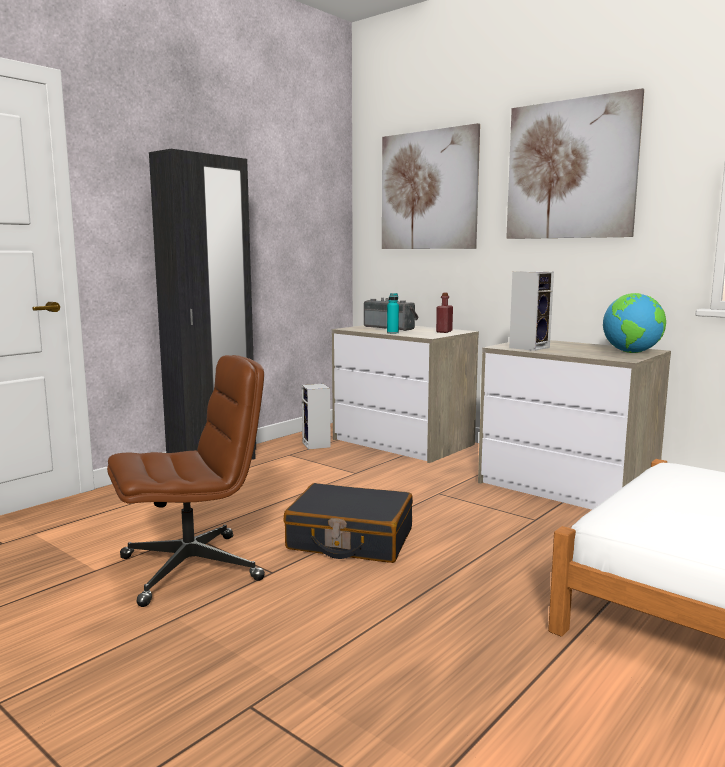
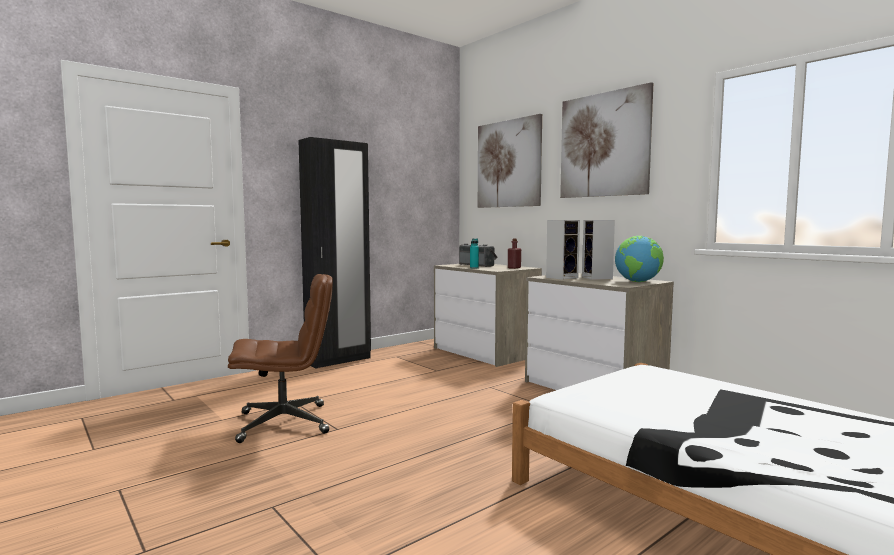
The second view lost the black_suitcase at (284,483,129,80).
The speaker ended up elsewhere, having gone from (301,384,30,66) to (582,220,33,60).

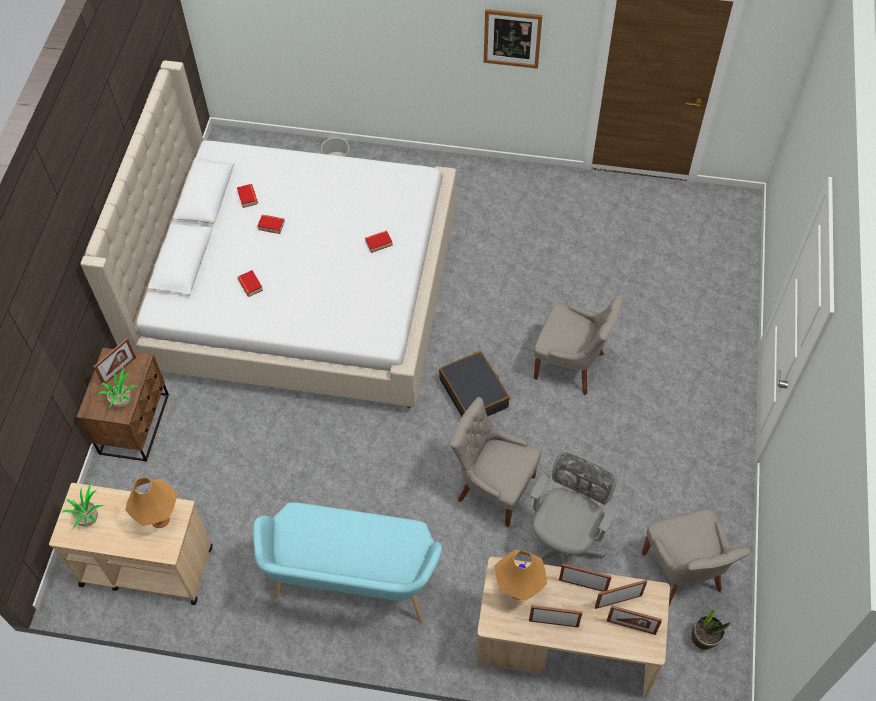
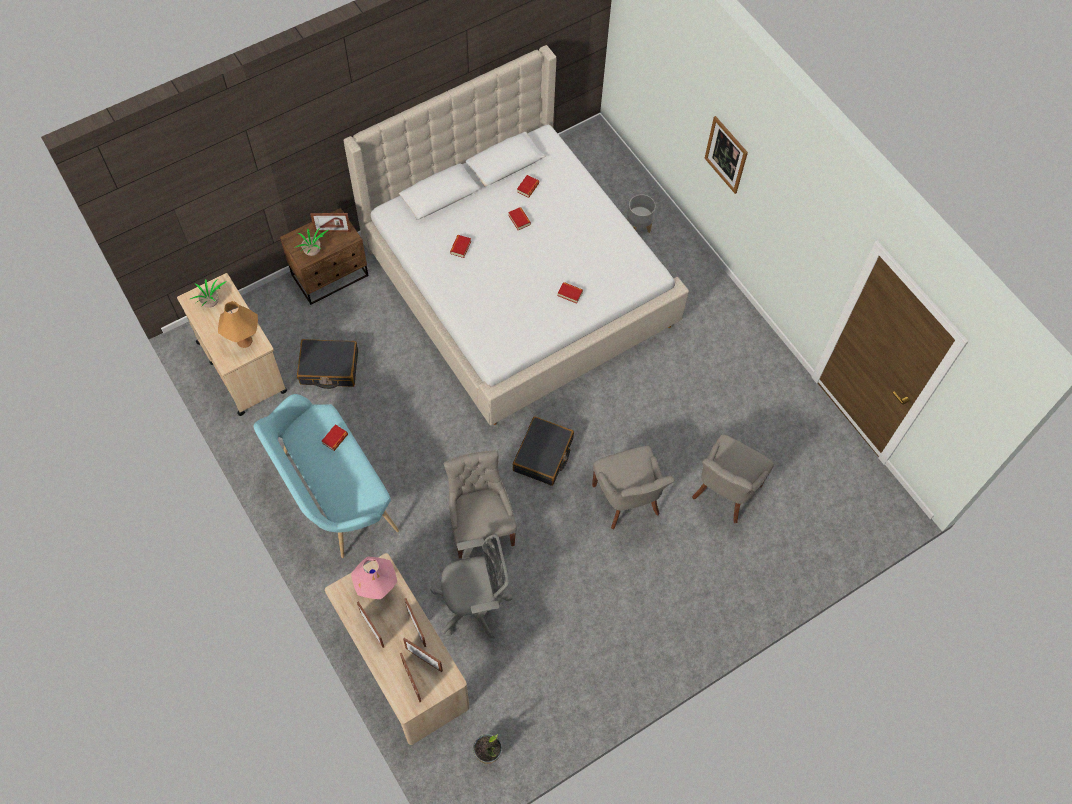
The picture ended up elsewhere, having gone from (484,9,58,60) to (705,116,43,78).
What was the orange_table_lamp at (495,549,52,51) turned into the pink_table_lamp at (351,557,46,42).
The grey_chair ended up elsewhere, having gone from (642,509,110,96) to (692,435,82,88).
The second view gained the black_suitcase at (297,339,61,50).
The second view gained the book at (322,424,26,27).

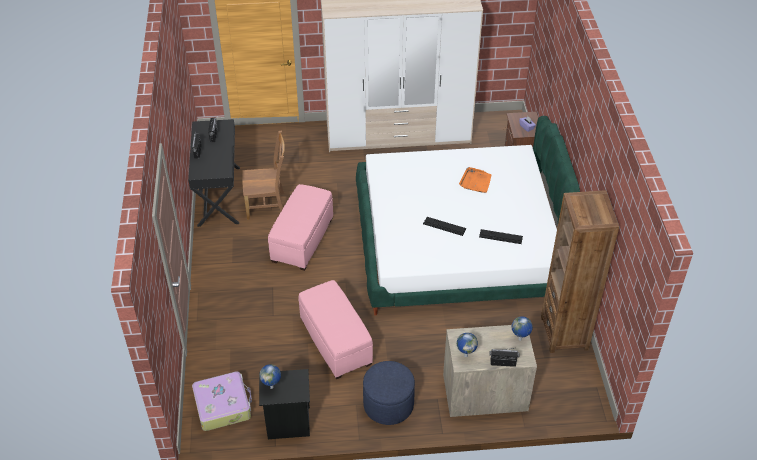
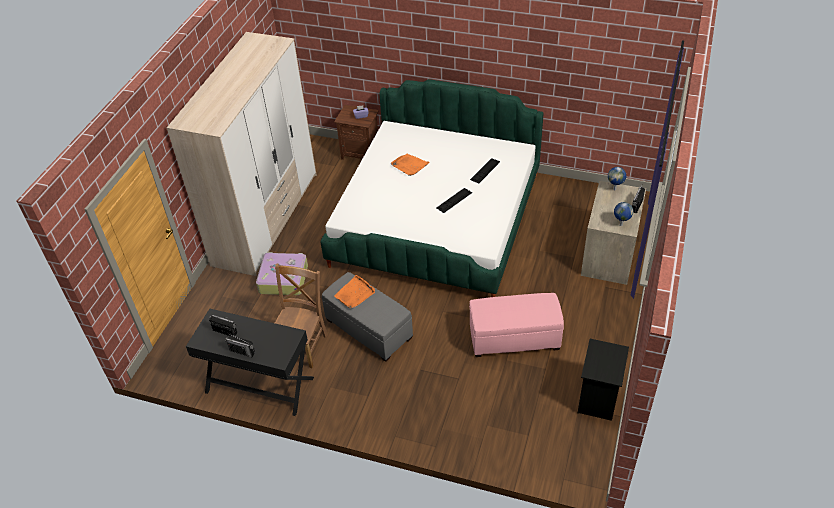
The suitcase ended up elsewhere, having gone from (192,371,60,60) to (256,252,52,43).
The second view lost the globe at (259,364,22,25).
What was the pink_ottoman at (268,184,65,87) turned into the grey_ottoman at (322,272,91,90).
The second view lost the blue_ottoman at (363,361,52,64).
The second view lost the brown_bookcase at (541,190,78,163).
The second view gained the orange_tray at (334,275,41,34).

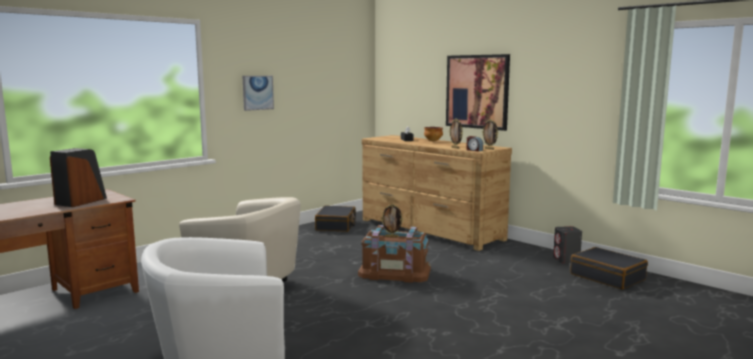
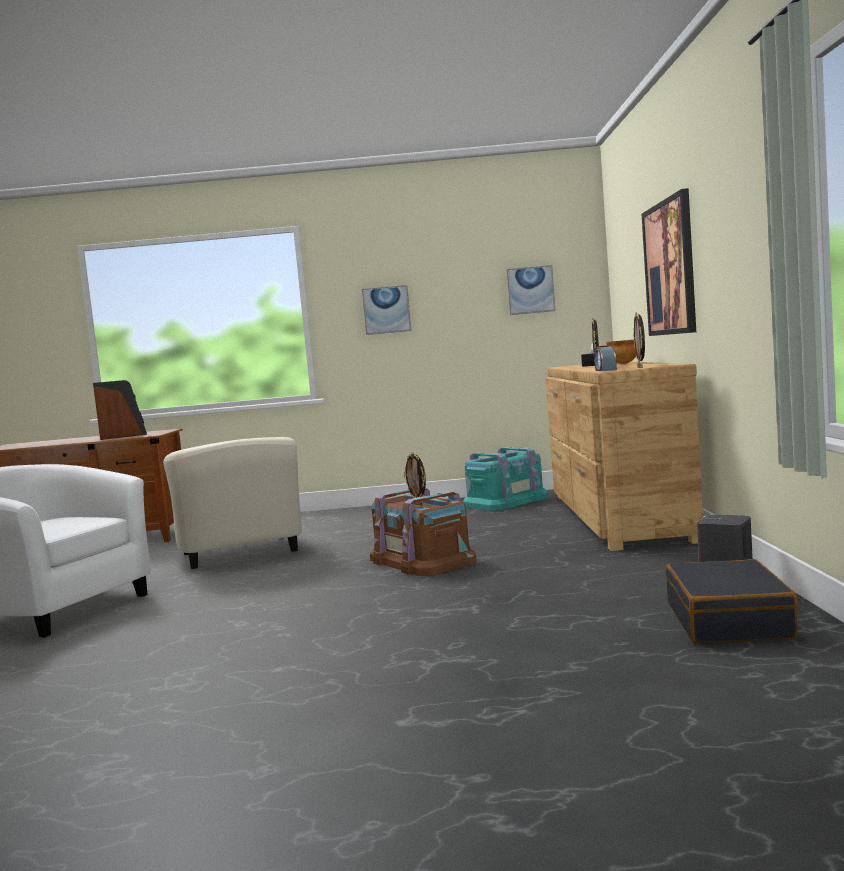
Where the black_suitcase stood at (315,205,41,27), the turquoise_storage_box came to stand at (463,447,85,64).
The second view gained the picture at (506,265,49,50).

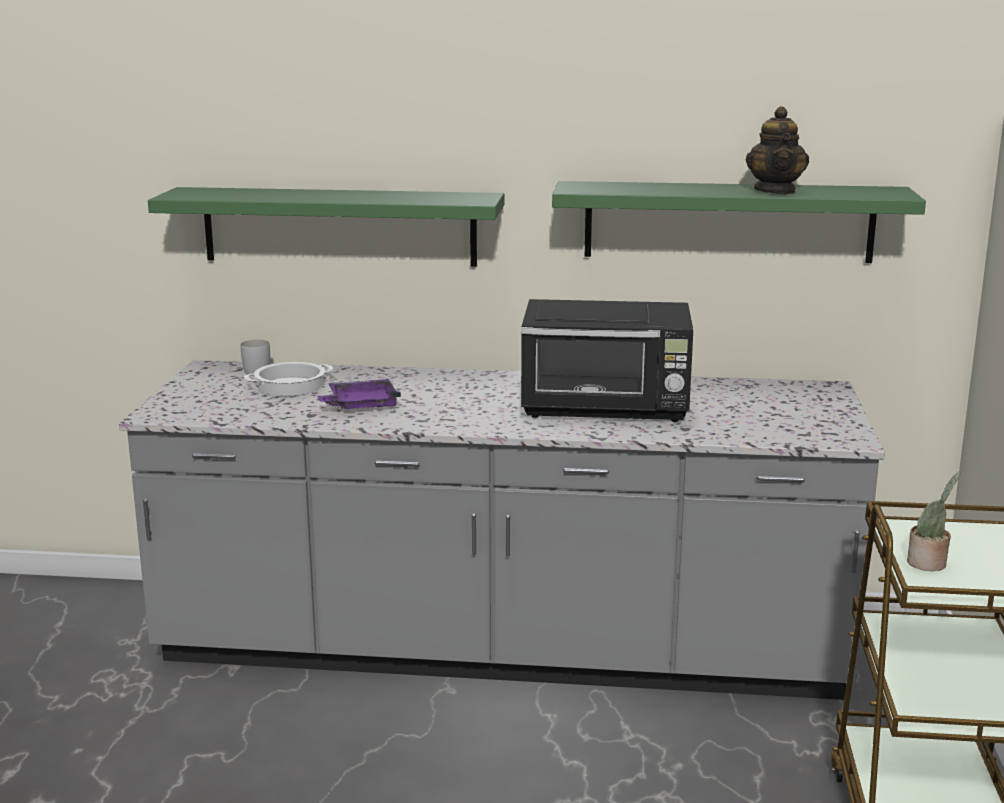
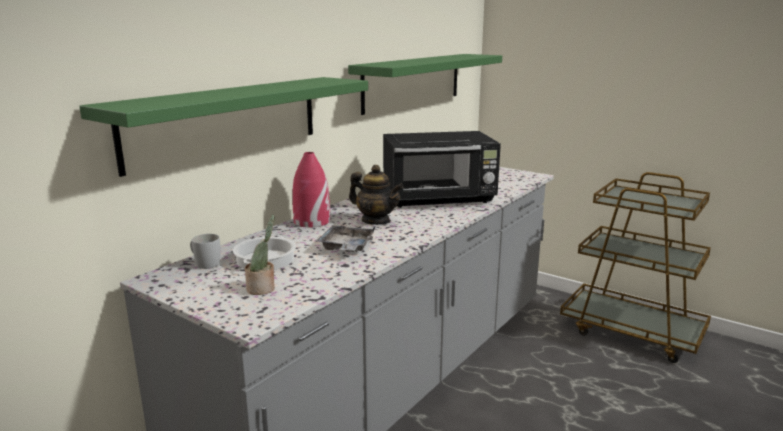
What was the purple_tray at (317,379,84,30) turned into the grey_tray at (317,225,58,27).
The black_microwave at (521,299,172,123) ended up facing another way, 45 degrees clockwise from before.
The teapot ended up elsewhere, having gone from (746,106,63,88) to (349,165,54,60).
The potted_plant ended up elsewhere, having gone from (907,472,53,99) to (245,215,30,80).
The second view gained the red_vase at (292,152,38,75).

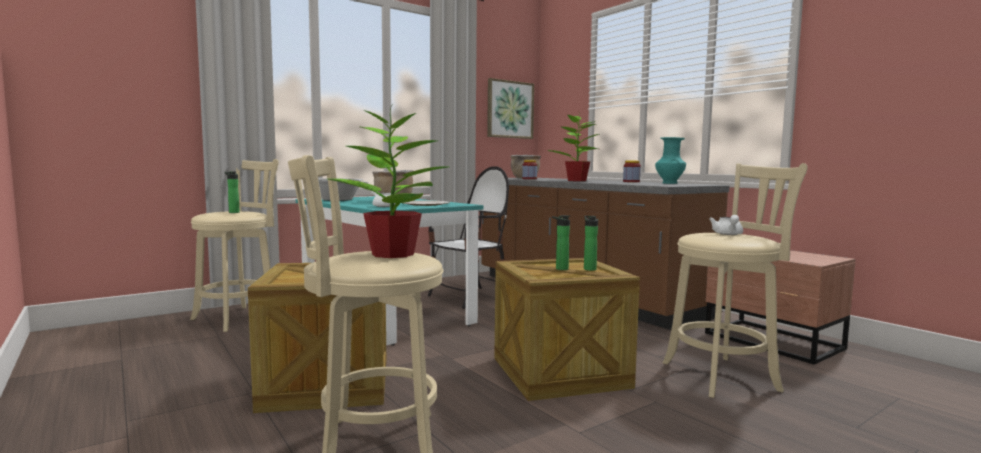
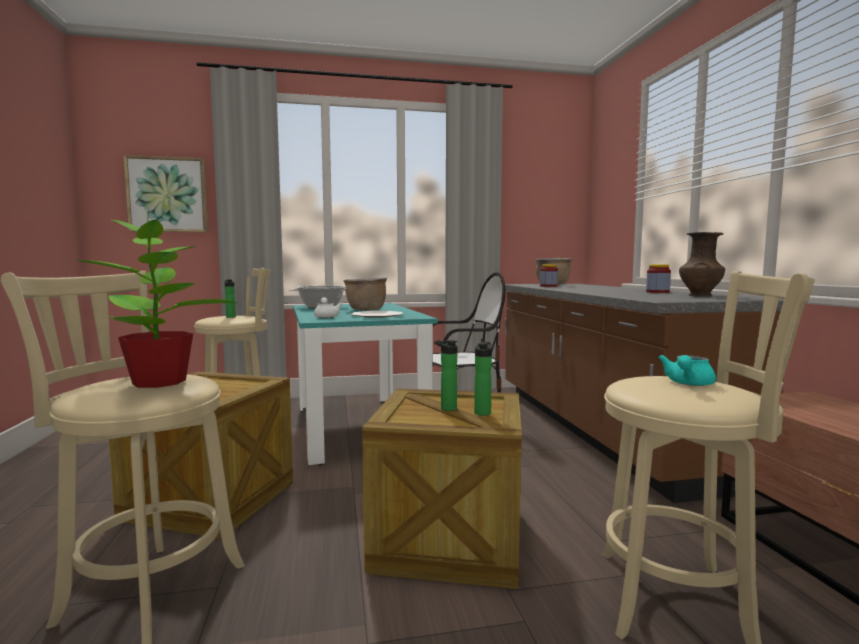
The picture ended up elsewhere, having gone from (487,78,47,61) to (123,155,85,77).
The second view lost the potted_plant at (547,115,53,66).
What was the turquoise_vase at (655,137,31,47) turned into the brown_vase at (679,232,46,65).
What was the white_teapot at (709,215,34,20) turned into the turquoise_teapot at (658,355,58,31).

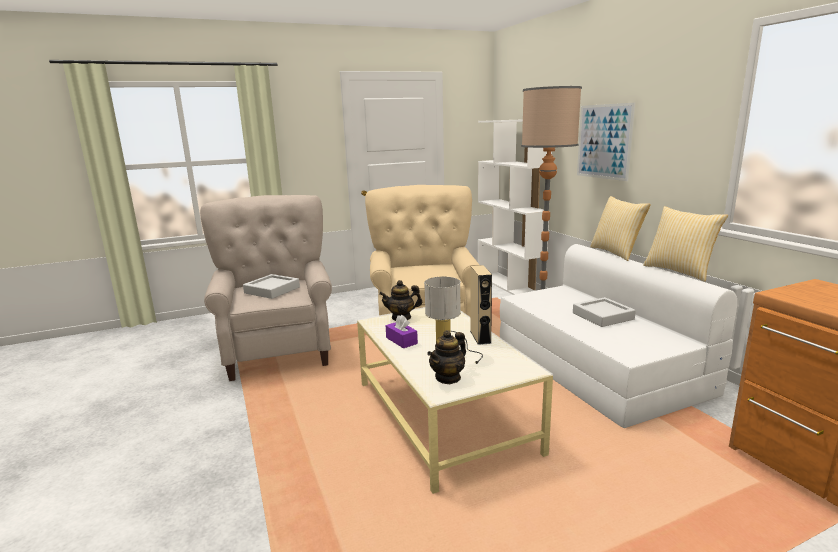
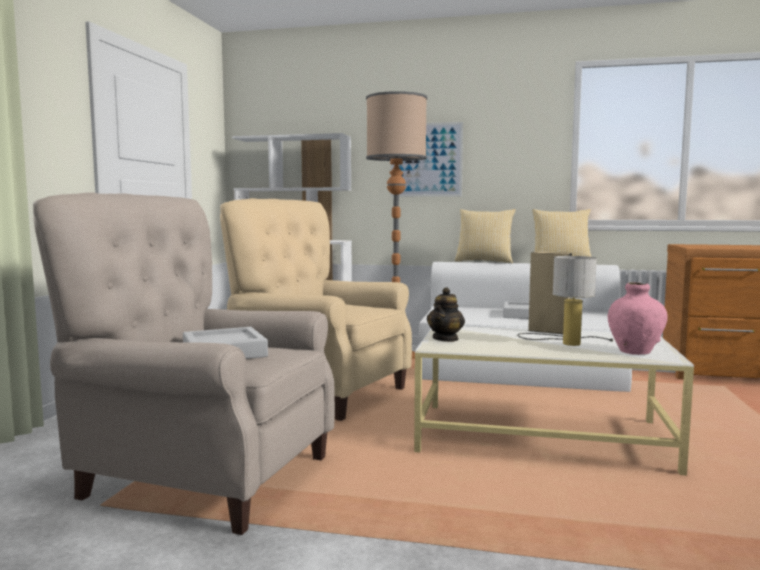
The second view lost the purple_tissue_box at (386,315,32,33).
Where the teapot stood at (427,330,39,54), the pink_vase came to stand at (608,282,60,73).

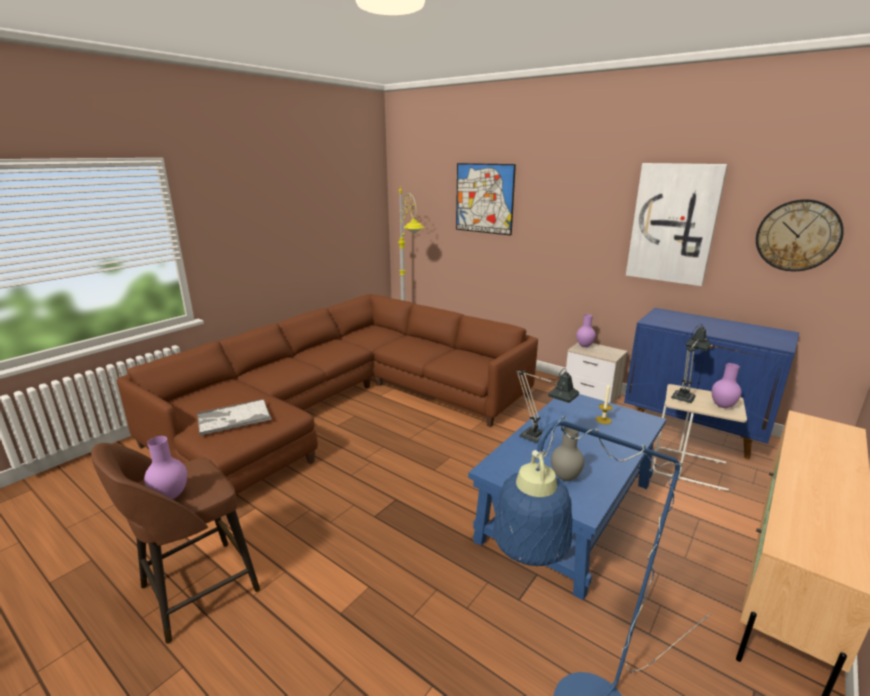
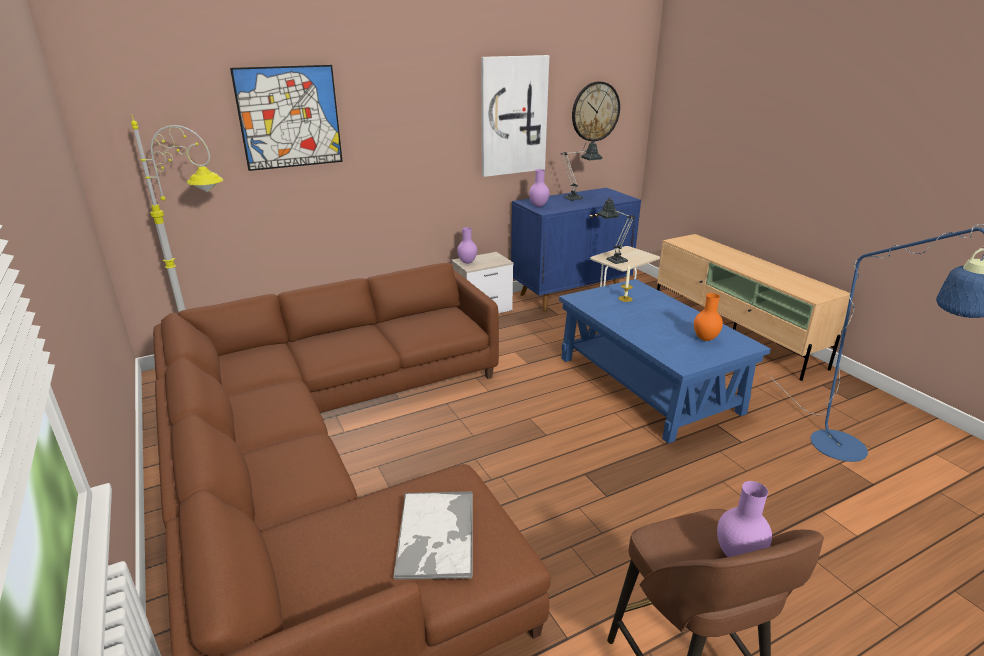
The table_lamp ended up elsewhere, having gone from (516,368,64,75) to (561,139,41,62).
What was the grey_vase at (551,427,33,54) turned into the orange_vase at (694,293,29,48).
The purple_vase ended up elsewhere, having gone from (712,363,29,45) to (529,169,20,38).

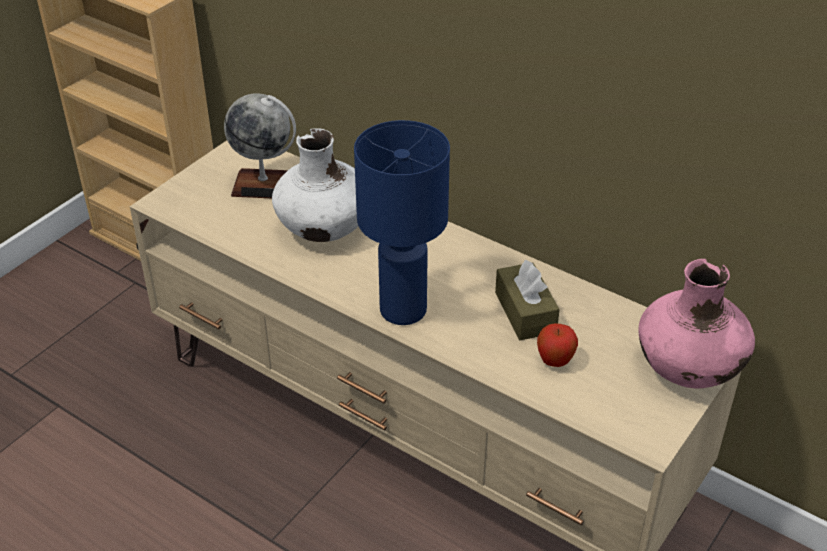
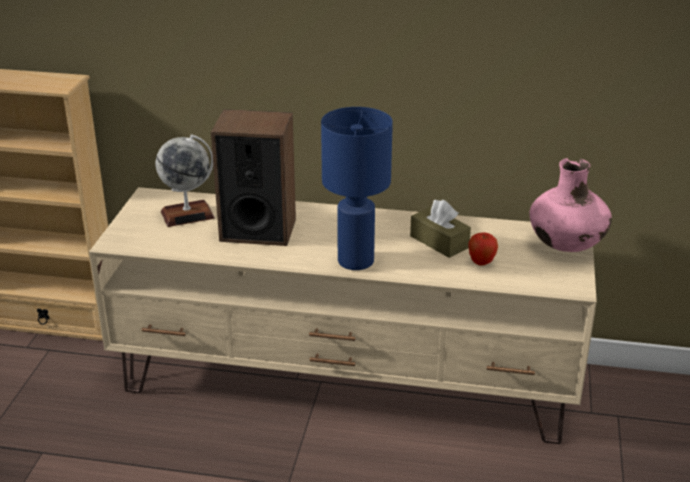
Where the white_vase stood at (272,128,86,114), the speaker came to stand at (211,109,85,137).

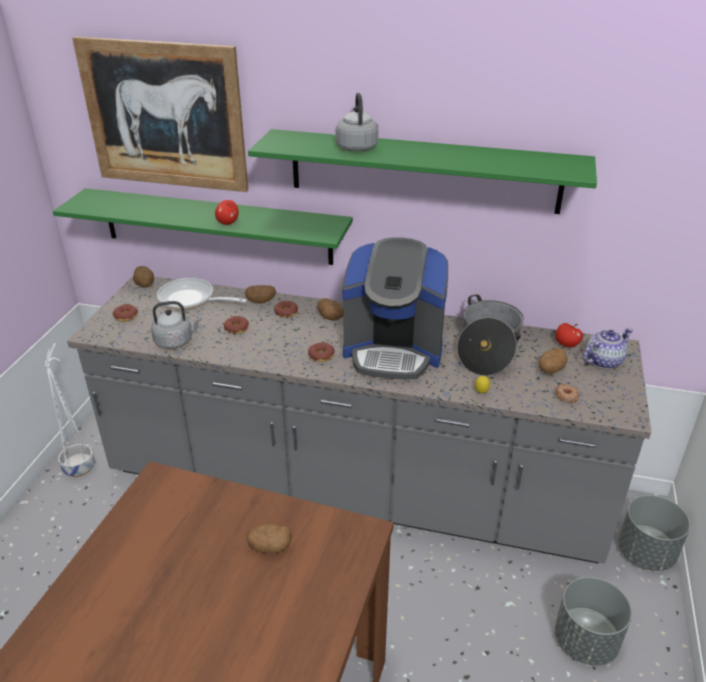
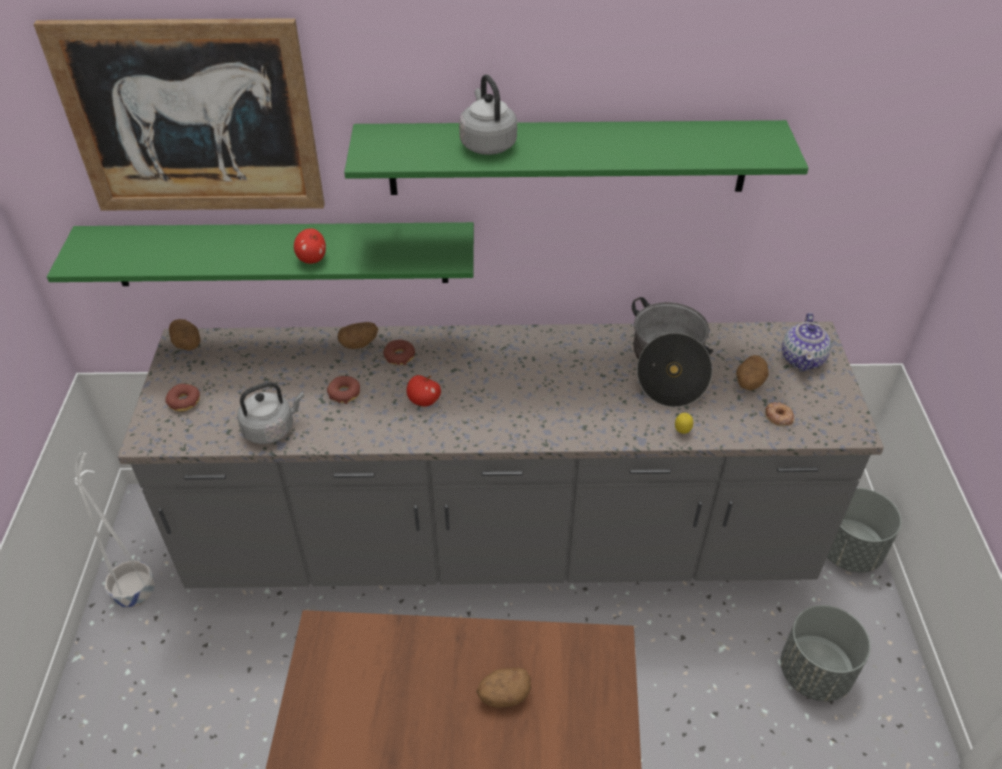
The second view lost the frying_pan at (157,278,90,32).
The second view lost the donut at (308,342,27,20).
The second view lost the potato at (317,298,26,22).
The second view lost the coffee_machine at (342,237,106,143).
The apple ended up elsewhere, having gone from (555,323,28,25) to (407,375,34,32).
The teapot at (583,328,50,41) ended up facing another way, 150 degrees clockwise from before.

